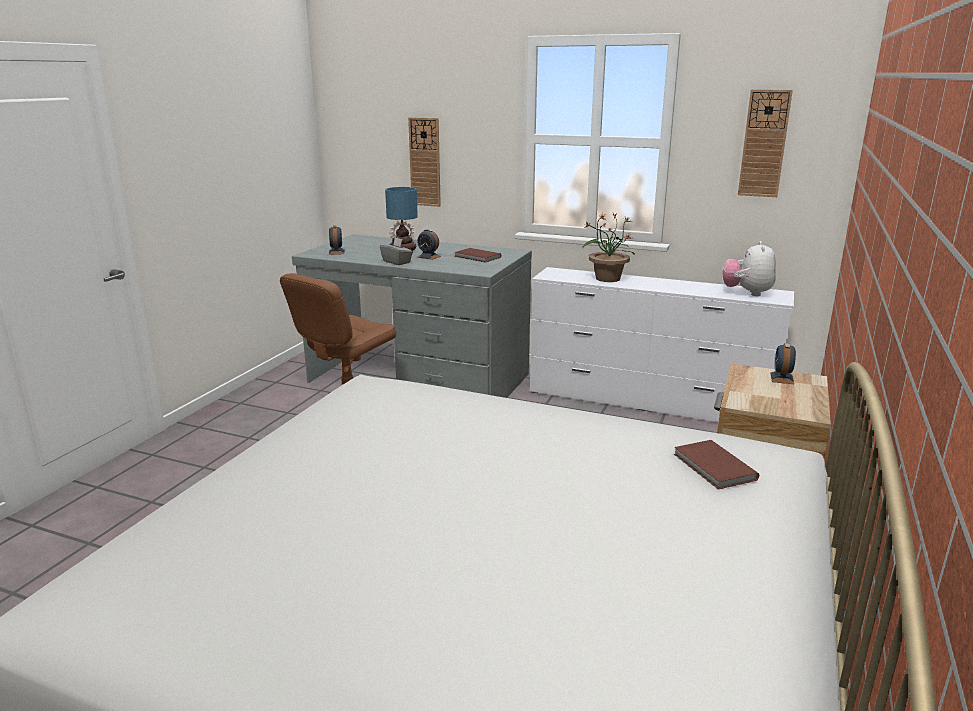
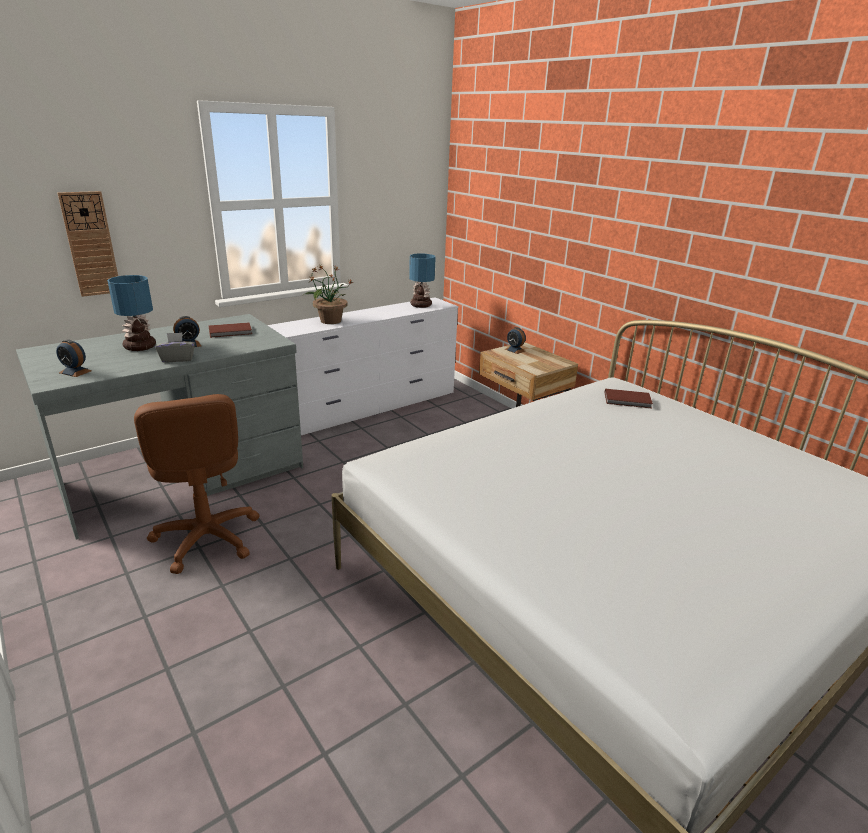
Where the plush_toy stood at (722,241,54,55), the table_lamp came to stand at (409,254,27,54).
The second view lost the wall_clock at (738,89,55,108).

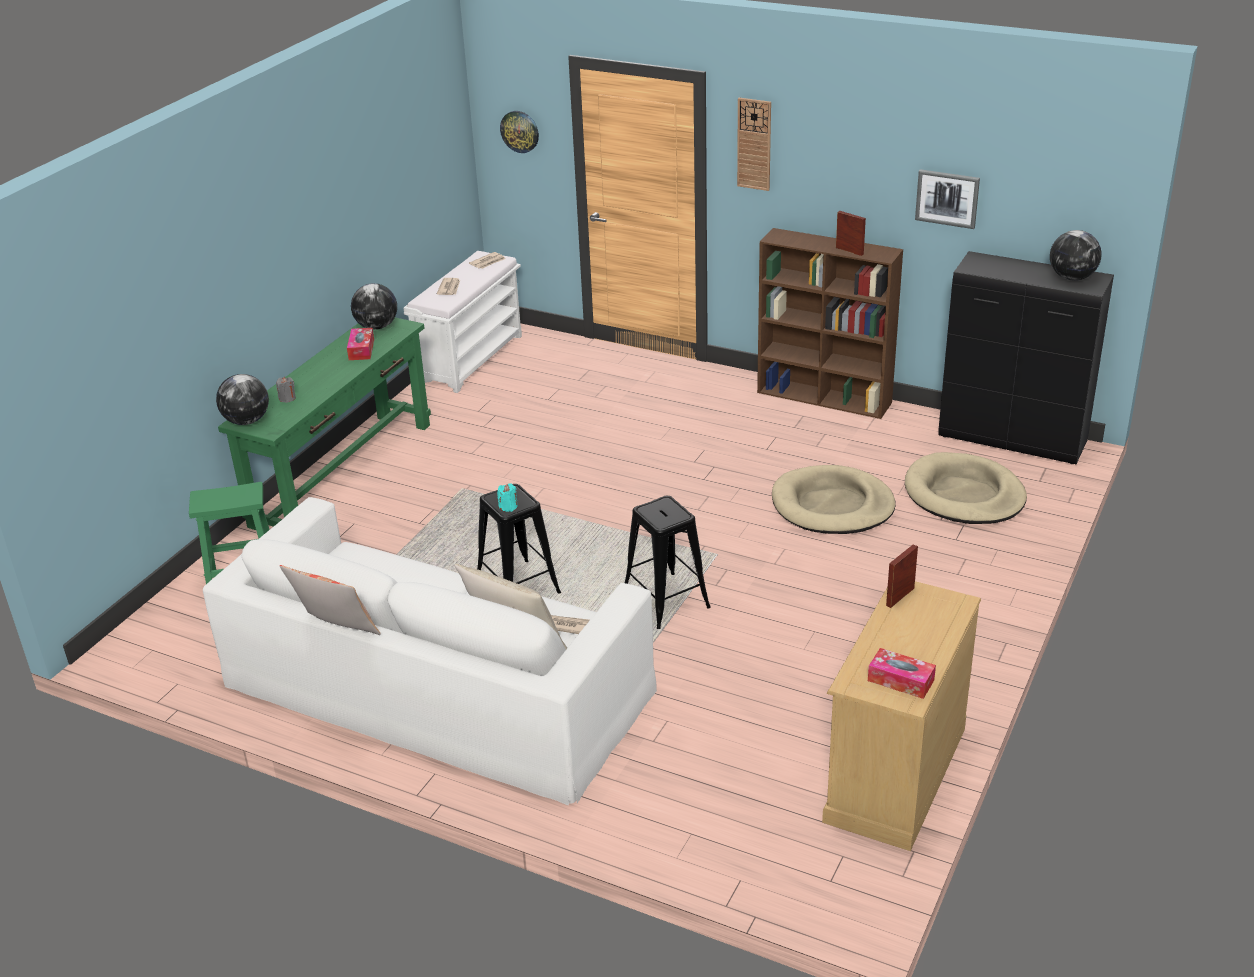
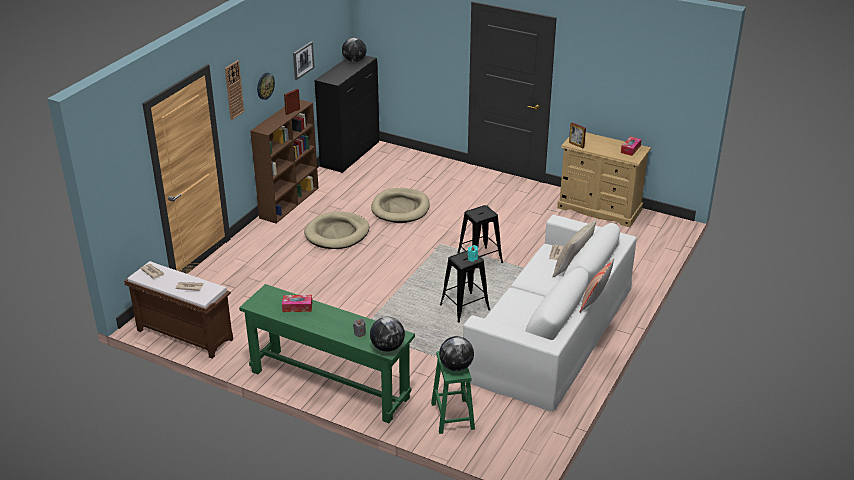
The globe ended up elsewhere, having gone from (351,283,46,47) to (439,336,35,35).
What was the white_bench at (404,251,118,142) turned into the brown_bench at (124,261,109,98).
The wall_clock ended up elsewhere, having gone from (500,111,39,42) to (257,73,18,27).
The beige_dog_bed ended up elsewhere, having gone from (905,452,122,72) to (304,211,65,38).

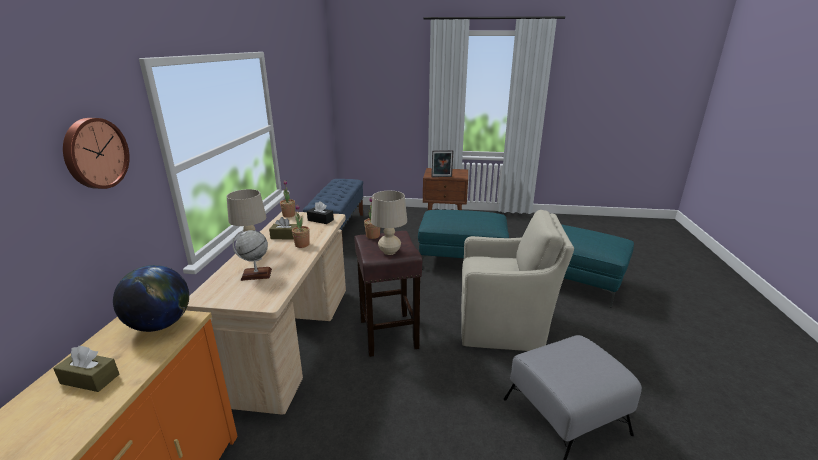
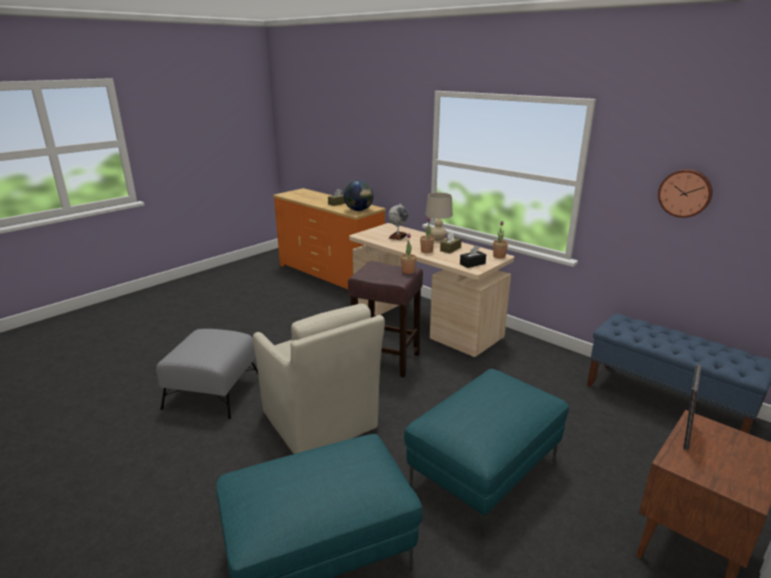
The wall_clock ended up elsewhere, having gone from (63,118,67,71) to (658,169,55,49).
The second view lost the beige_table_lamp at (371,191,36,64).
The beige_armchair at (461,210,113,141) ended up facing another way, 75 degrees counterclockwise from before.

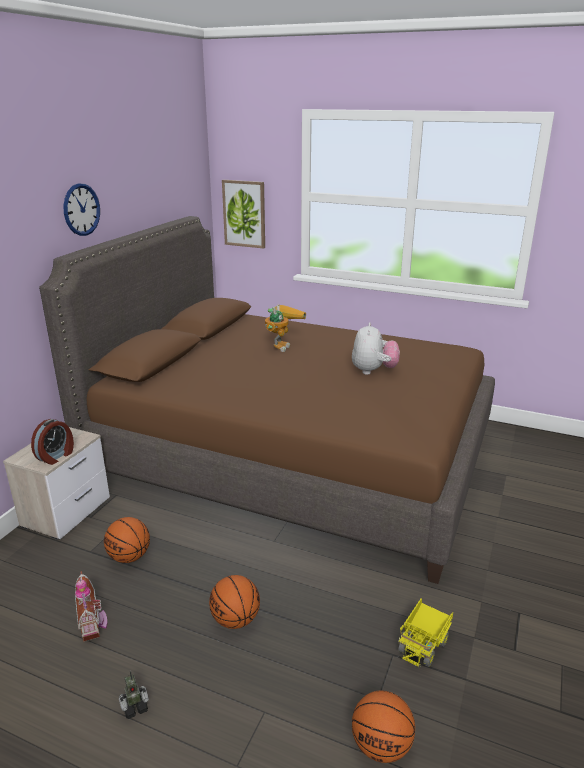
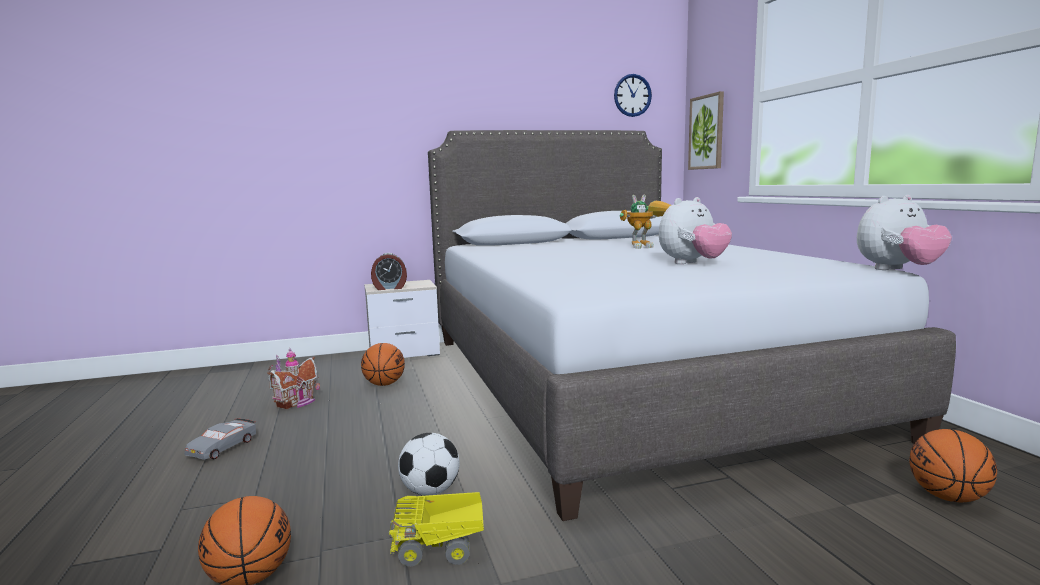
What was the brown_bed at (39,216,456,368) turned into the grey_bed at (428,130,528,391).
The wall_clock ended up elsewhere, having gone from (63,183,37,53) to (614,74,38,43).
Where the toy_robot stood at (119,671,30,48), the grey_toy_car came to stand at (185,418,71,42).
The basketball ended up elsewhere, having gone from (209,575,51,54) to (909,429,88,74).
The second view gained the football at (398,433,62,63).
The second view gained the plush_toy at (857,195,95,75).

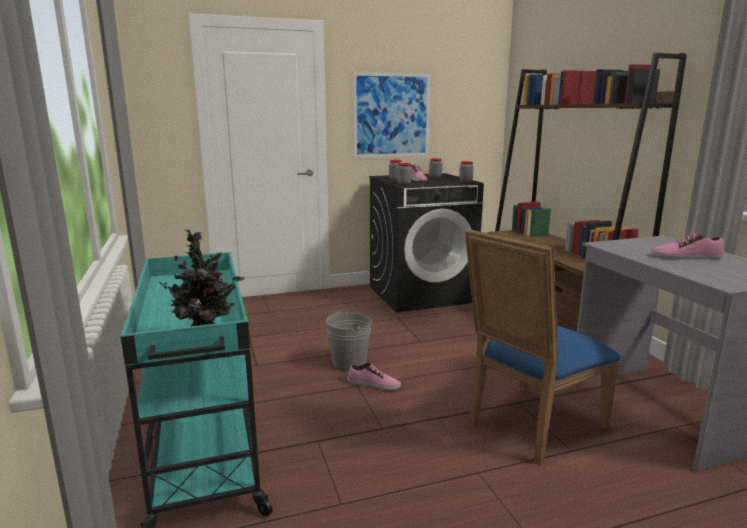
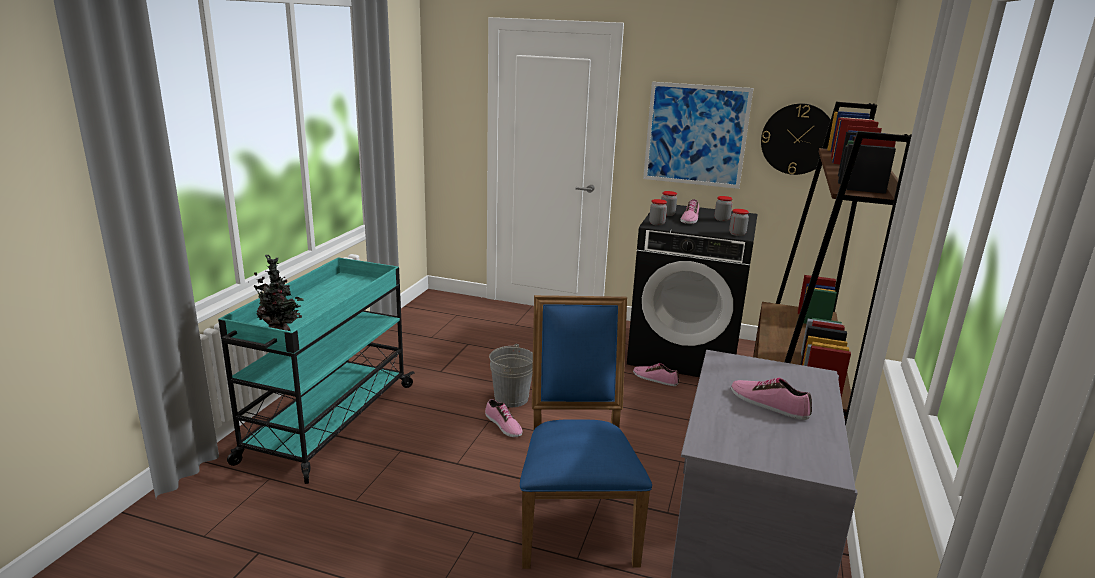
The blue_chair at (465,229,155,236) ended up facing another way, 90 degrees clockwise from before.
The second view gained the shoe at (633,363,46,23).
The second view gained the wall_clock at (761,103,70,72).

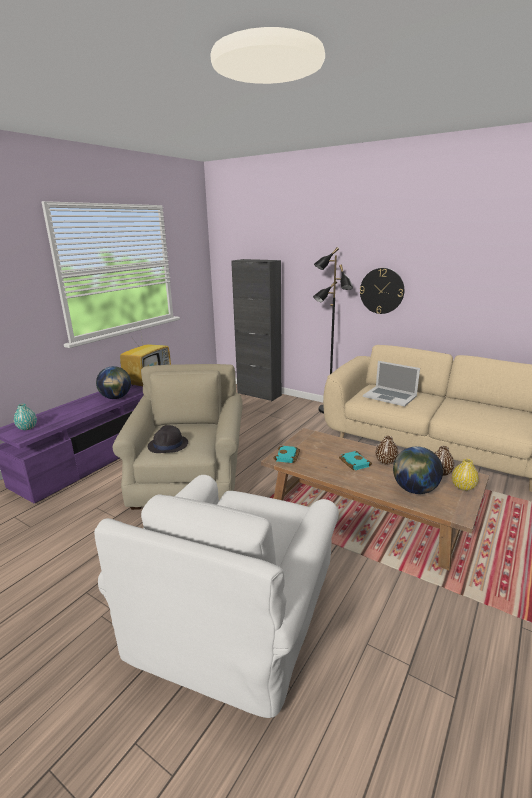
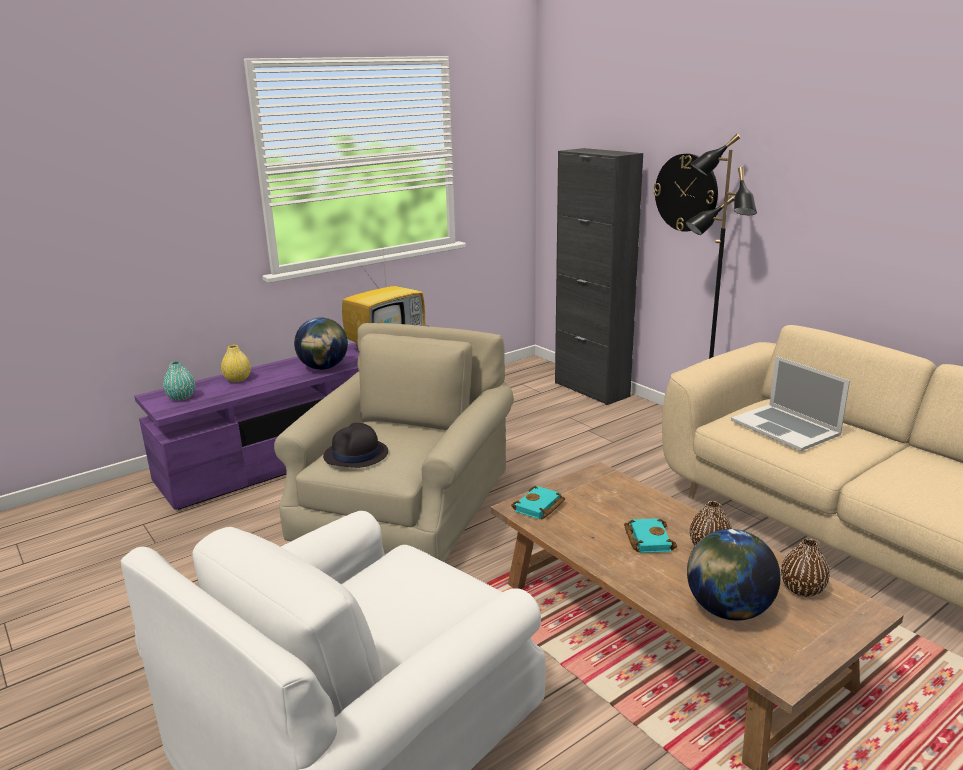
The wall_clock ended up elsewhere, having gone from (360,268,44,46) to (654,154,64,78).
The yellow_vase ended up elsewhere, having gone from (452,459,27,32) to (221,345,30,37).

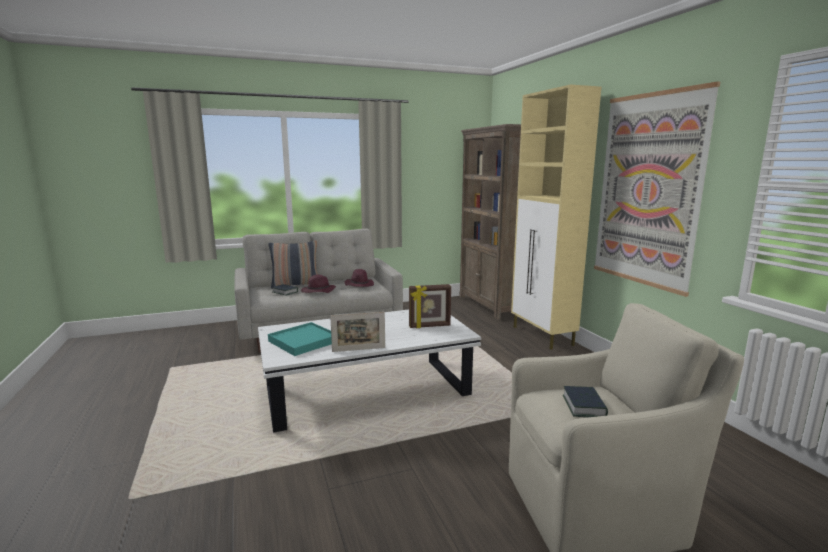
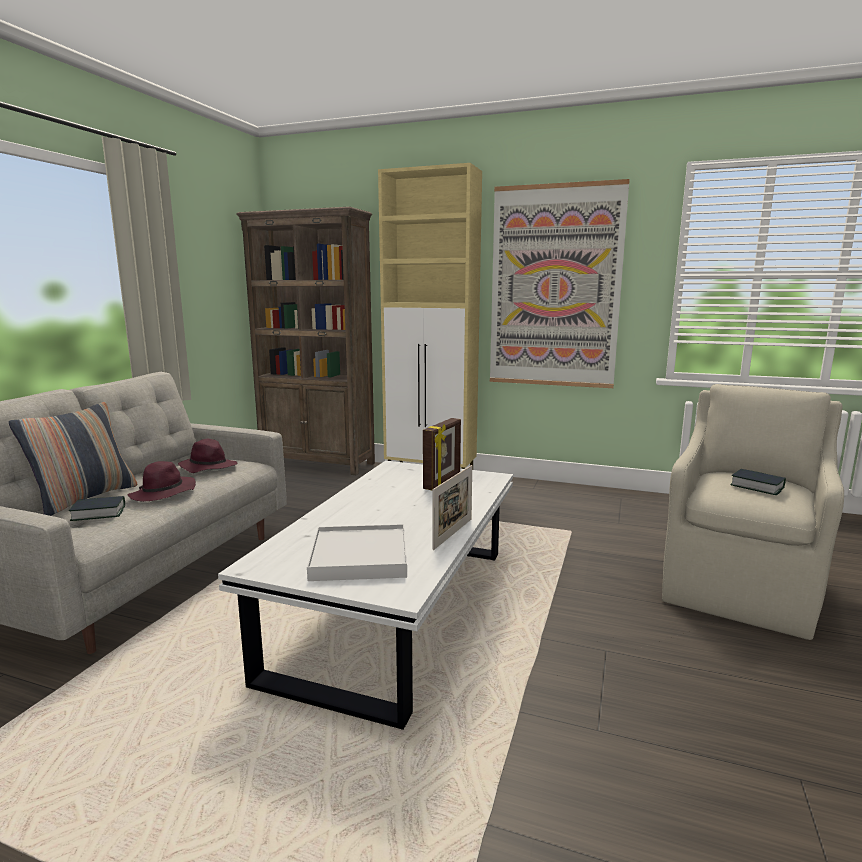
What was the turquoise_tray at (268,322,64,34) turned into the white_tray at (307,524,100,57).

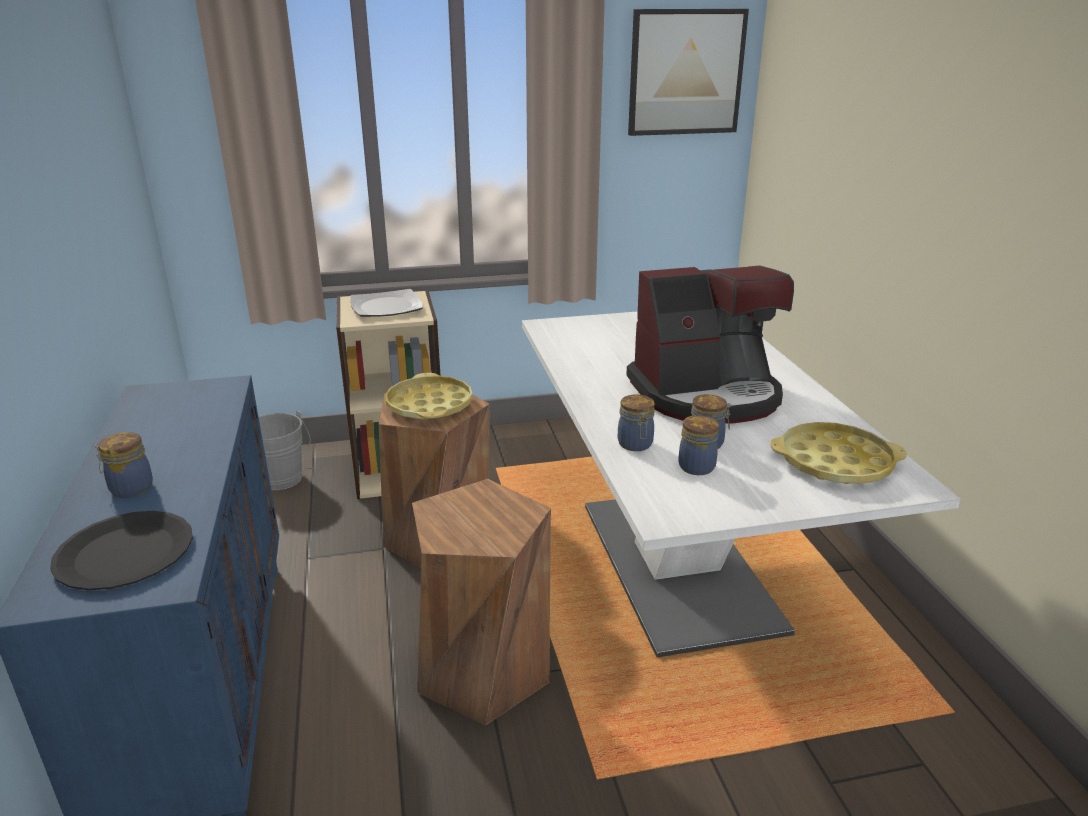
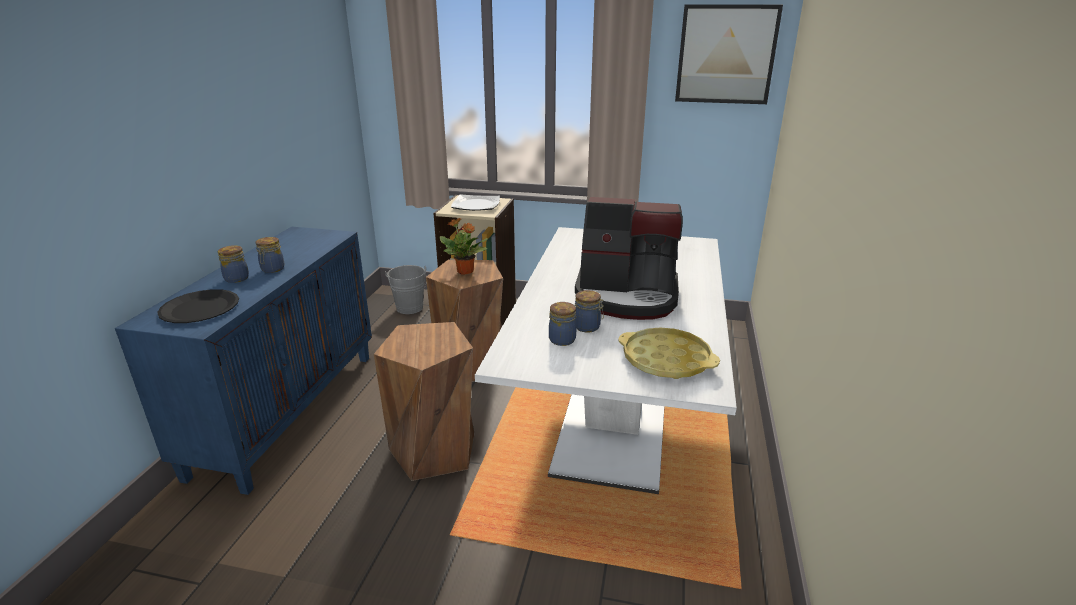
Where the yellow_tray stood at (385,373,88,46), the potted_plant came to stand at (439,218,49,57).
The jar ended up elsewhere, having gone from (618,394,37,57) to (255,237,30,36).

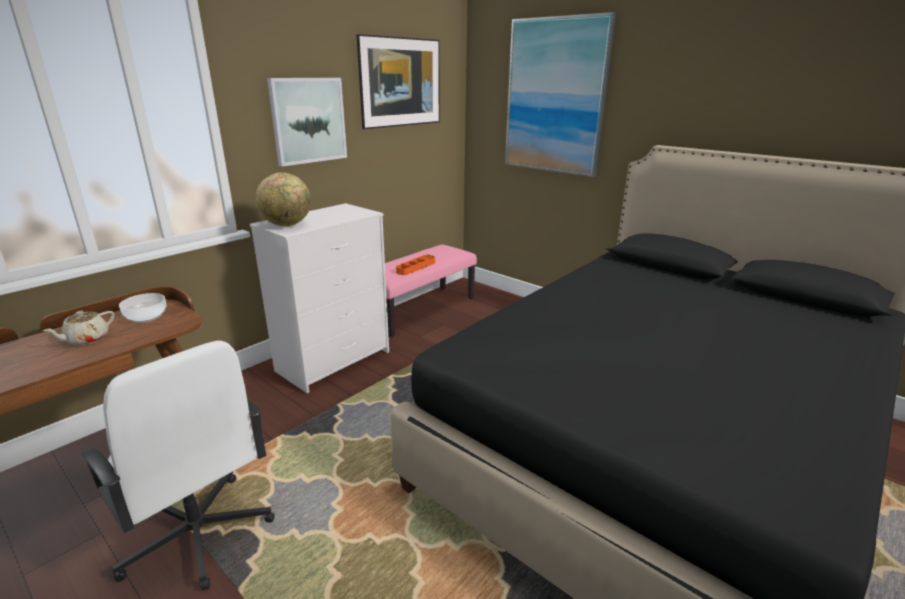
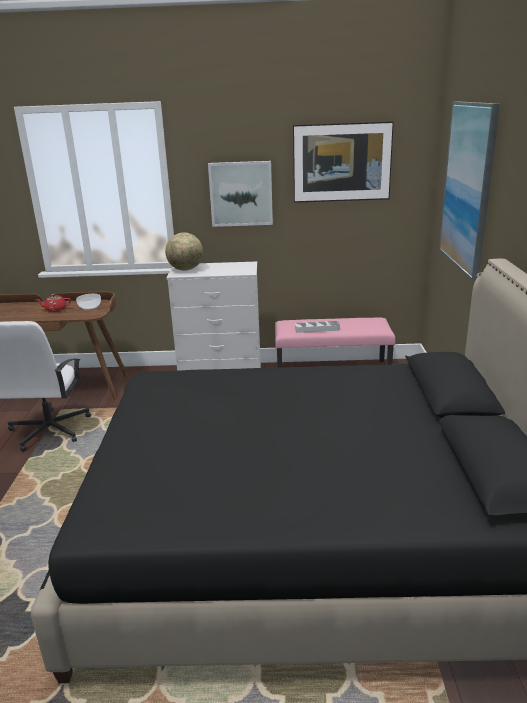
What was the beige_teapot at (43,311,72,34) turned into the red_teapot at (36,294,35,18).
What was the orange_tray at (396,255,39,20) turned into the grey_tray at (295,321,45,12).

